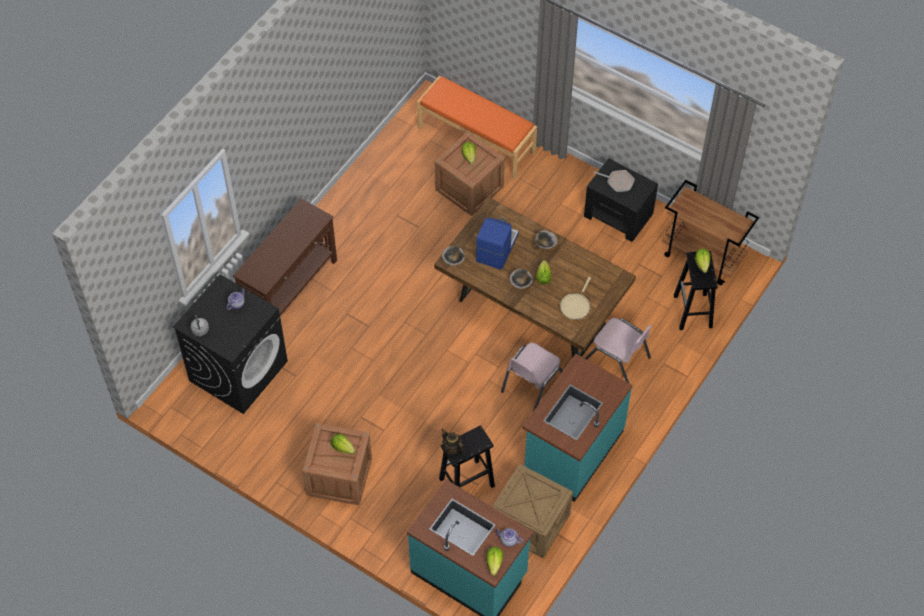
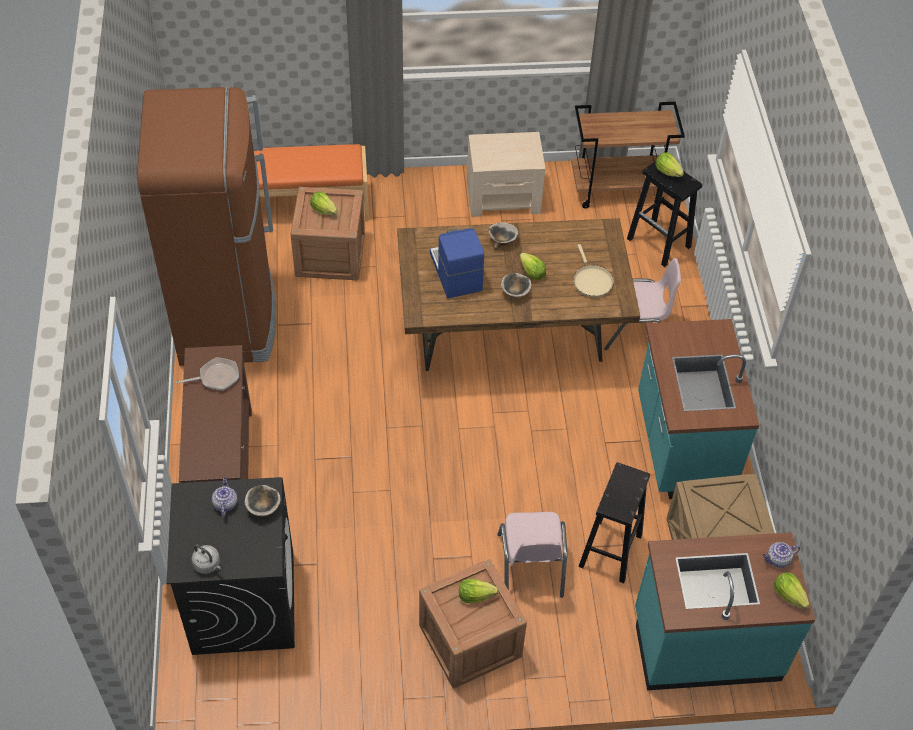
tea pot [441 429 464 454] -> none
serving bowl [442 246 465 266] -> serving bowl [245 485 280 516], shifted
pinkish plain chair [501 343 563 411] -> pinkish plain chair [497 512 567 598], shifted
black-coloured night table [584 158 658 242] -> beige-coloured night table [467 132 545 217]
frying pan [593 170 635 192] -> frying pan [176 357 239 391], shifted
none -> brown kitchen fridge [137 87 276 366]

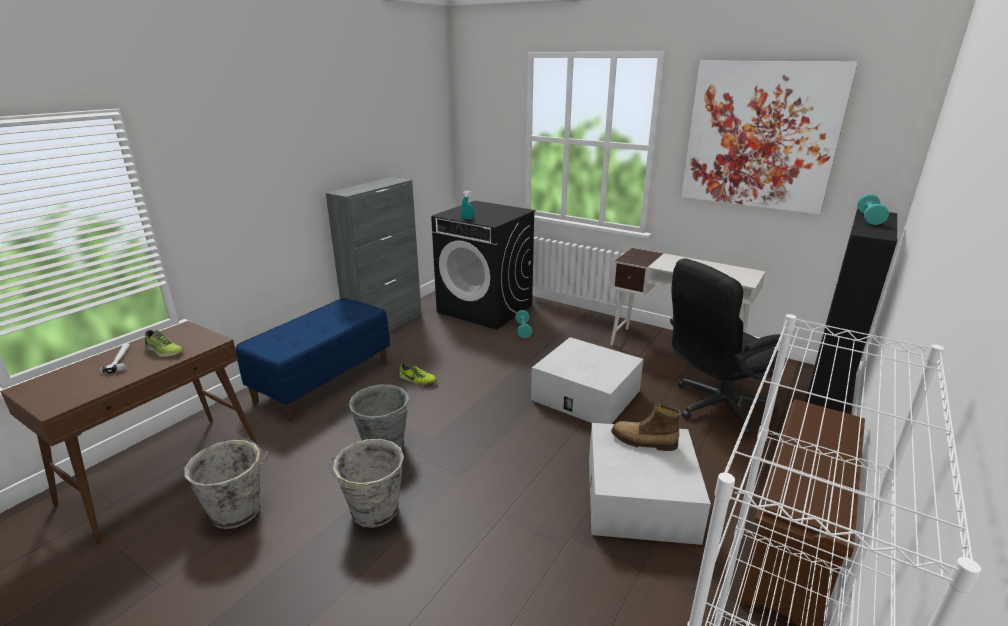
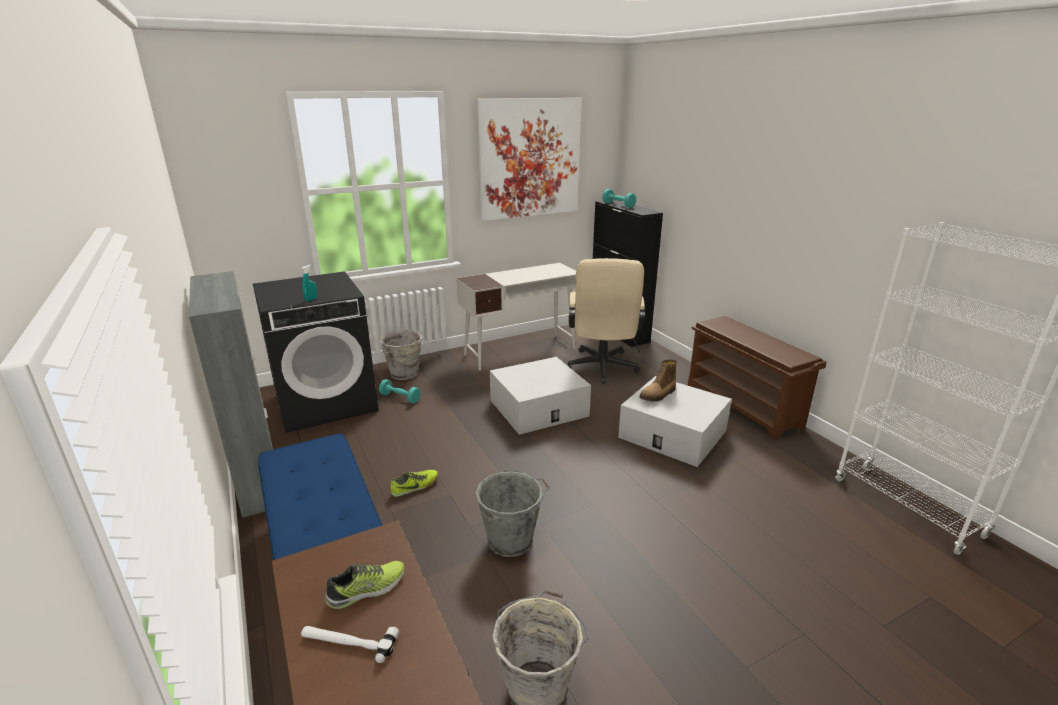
gray bucket [329 439 404 528] -> gray bucket [380 330 424 380], shifted
black-coloured computer chair [670 259 781 434] -> beige-coloured computer chair [566 258 646 383]

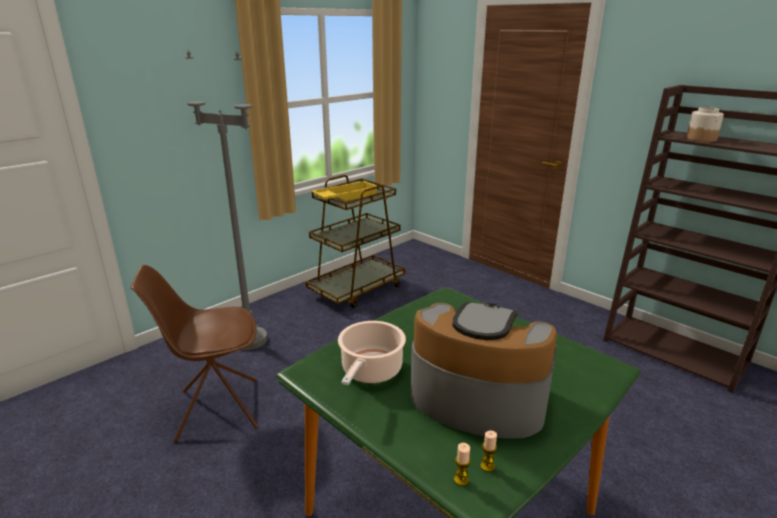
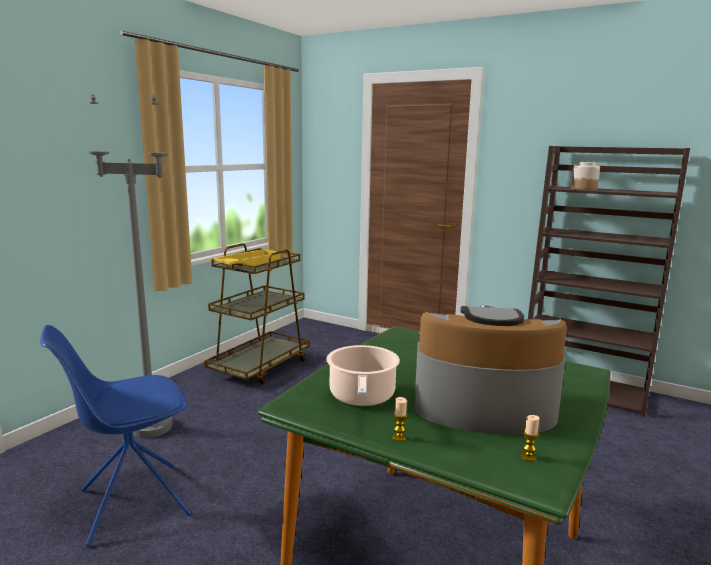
brown plain chair [131 265 259 442] -> bluish plain chair [40 325 192 547]
candle [454 443 471 486] -> candle [392 397 408 442], shifted

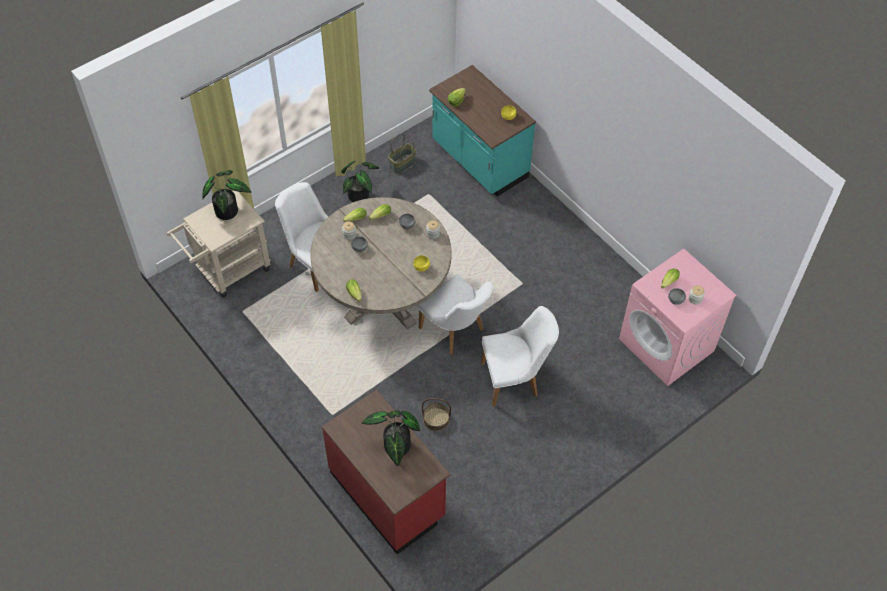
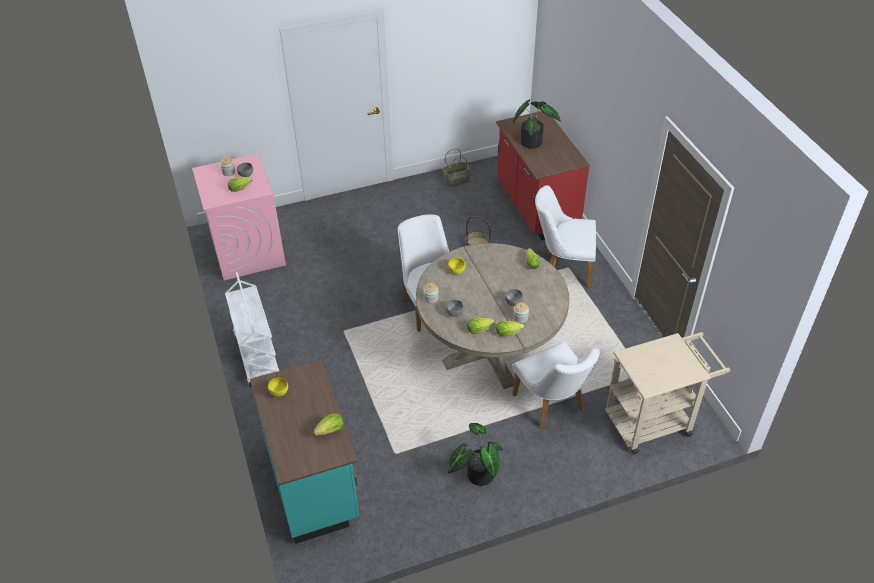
potted plant [203 170 251 220] -> none
household basket [388 134 416 174] -> household basket [442 148 471 187], shifted
white plain chair [481 306 559 407] -> white plain chair [535 185 596 288], shifted
none -> white wheeled cart [225 272 280 387]

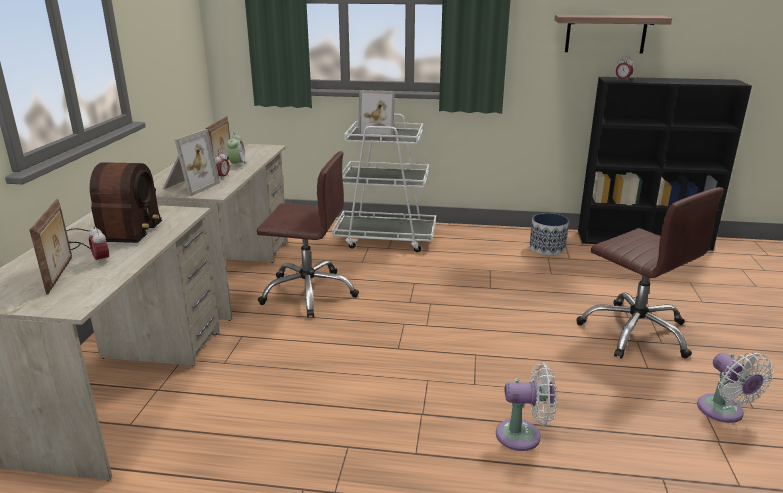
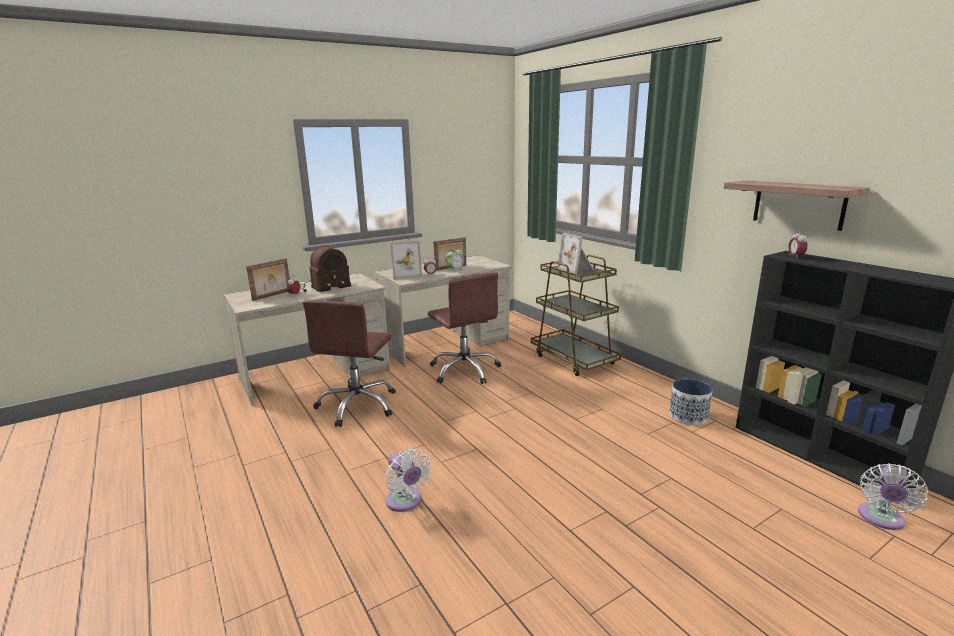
white wheeled cart [332 114 436 252] -> brown wheeled cart [531 255 621 376]
brown computer chair [576 187 724 359] -> brown computer chair [303 300 396 427], shifted
white electric fan [697 353 774 423] -> white electric fan [858 463 929 530], shifted

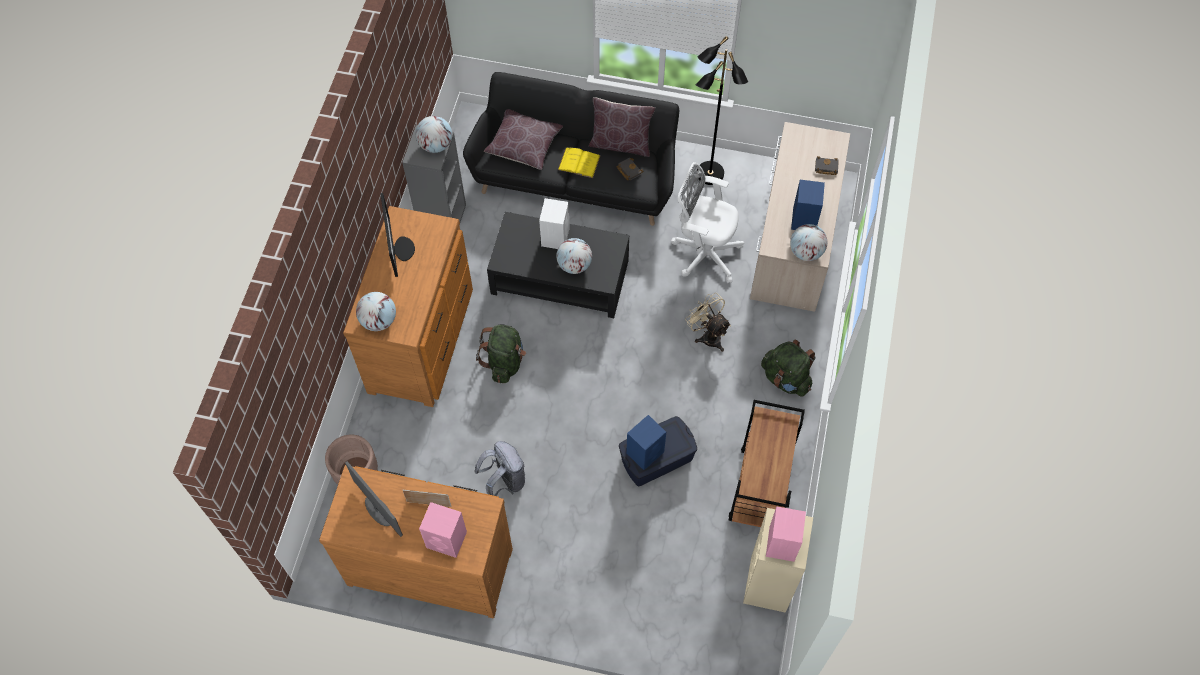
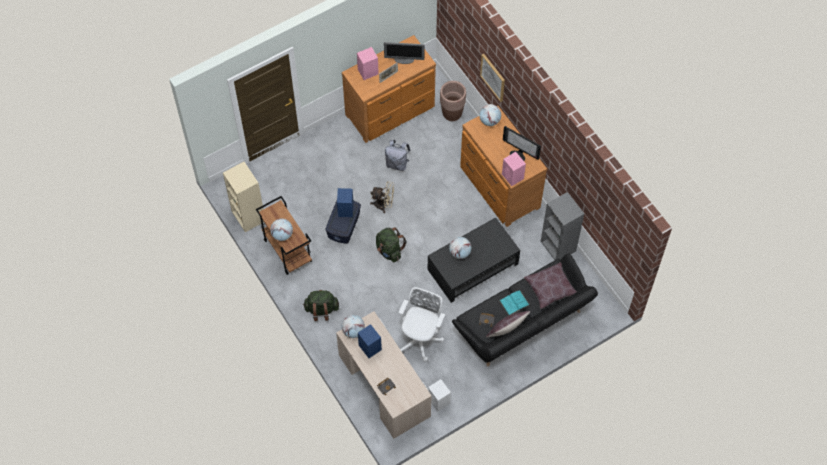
desk globe [416 116 452 153] -> desk globe [270 219 293 241], shifted
green knapsack [476 325 526 383] -> green knapsack [376 227 407 262], shifted
white audio speaker [539 198 570 249] -> white audio speaker [428 379 451 412], shifted
yellowish bound book [558 148 600 178] -> blue-green bound book [500 290 530 315]
white computer chair [671 162 744 283] -> white computer chair [399 287 445 362], 45 degrees counterclockwise
beige-coloured electric fan [685 293 731 352] -> beige-coloured electric fan [370 181 394 213], shifted
black-coloured floor lamp [696 36 748 185] -> none
pinkish audio speaker [766 506 806 562] -> pinkish audio speaker [502 152 526 186], shifted
none -> wall art [480 54 505 102]

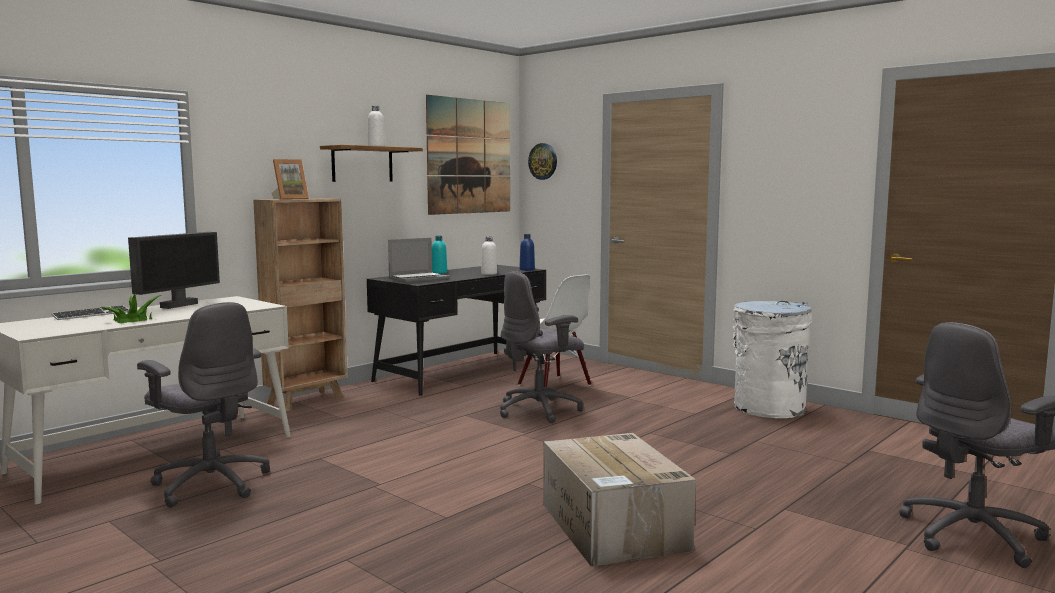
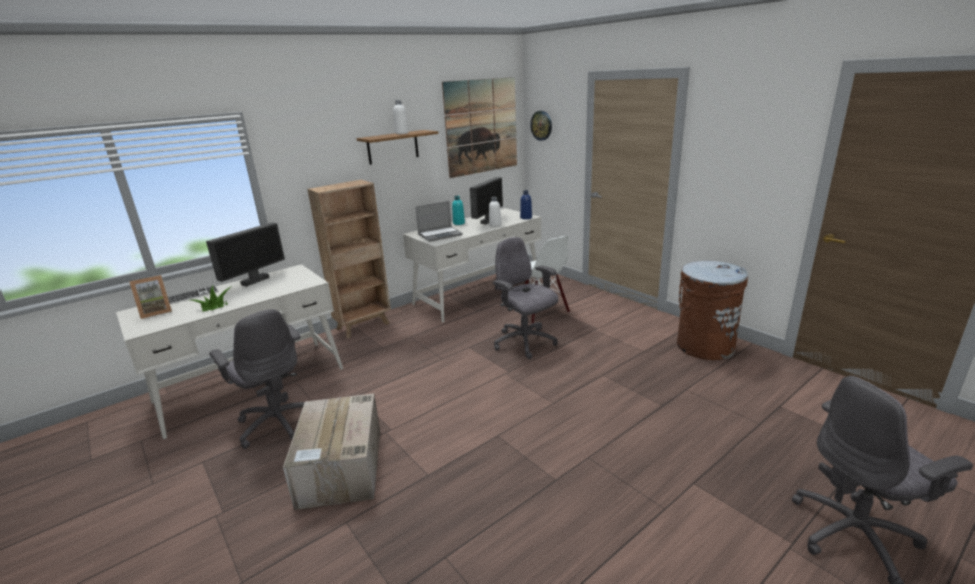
photo frame [272 159 309 200] -> photo frame [129 275 172 319], shifted
black-coloured desk [367 265 546 396] -> white desk [403 208 541 322]
gray computer chair [500 271 584 423] -> gray computer chair [493 237 558 359], 75 degrees clockwise
carton [543 433 696 567] -> carton [283 394 380 510], shifted
white rubbish bin [733 300 812 418] -> brown rubbish bin [677 261 748 360]
none -> monitor [470 177 503 224]

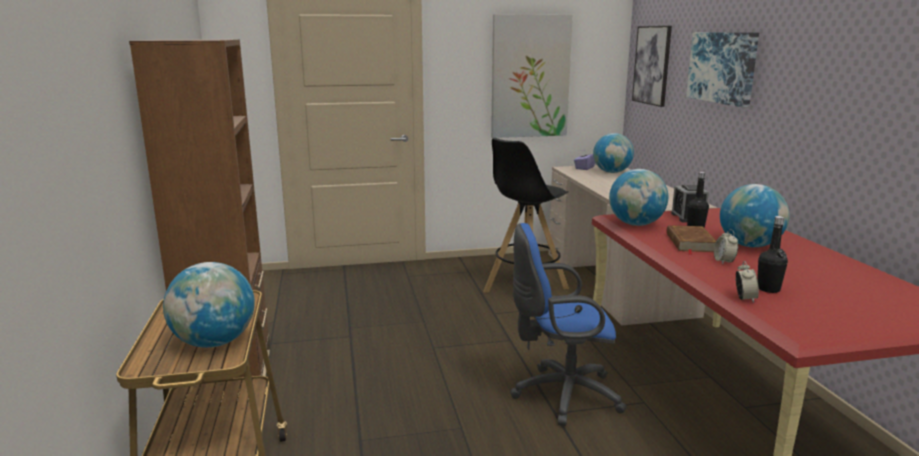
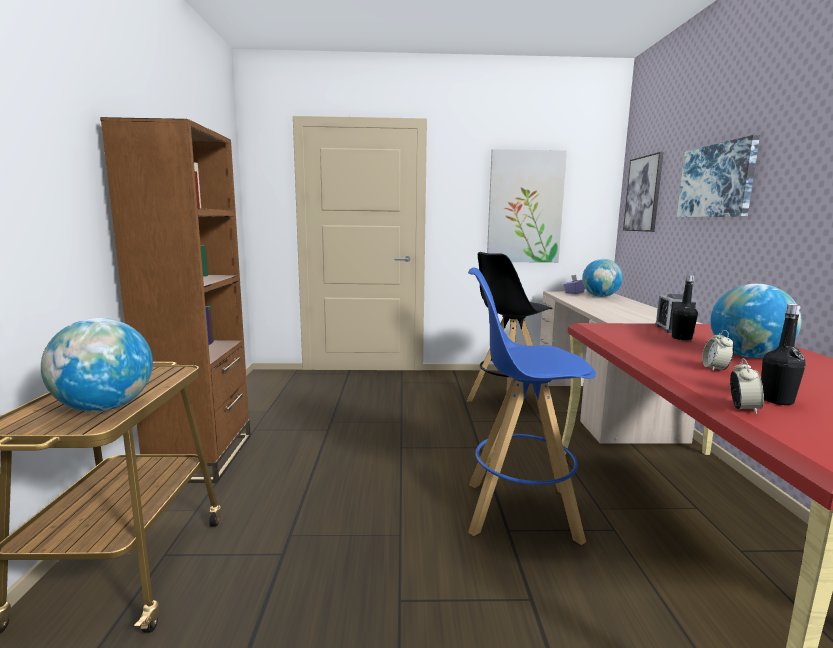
bluish computer chair [510 223 627 426] -> bluish stool [468 268 596 545]
desk globe [609 169 668 226] -> none
brown bound book [667 225 716 255] -> none

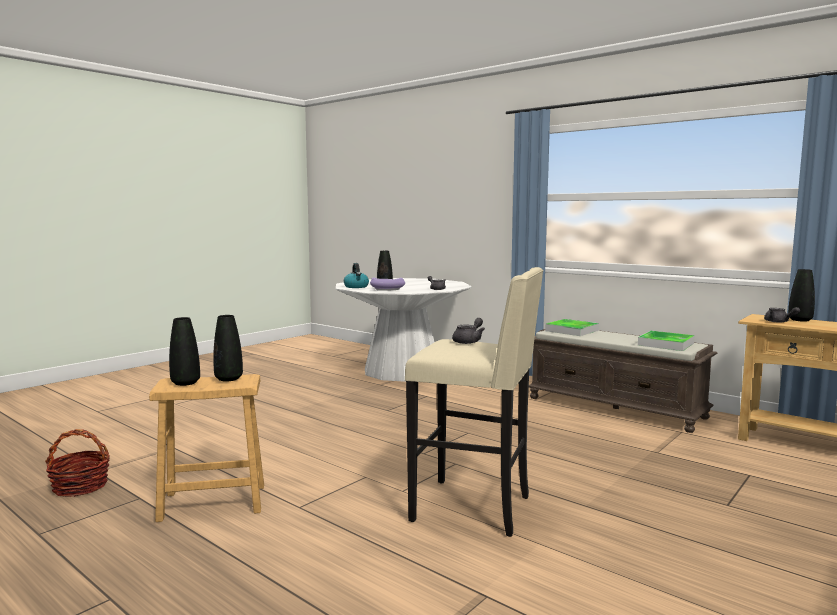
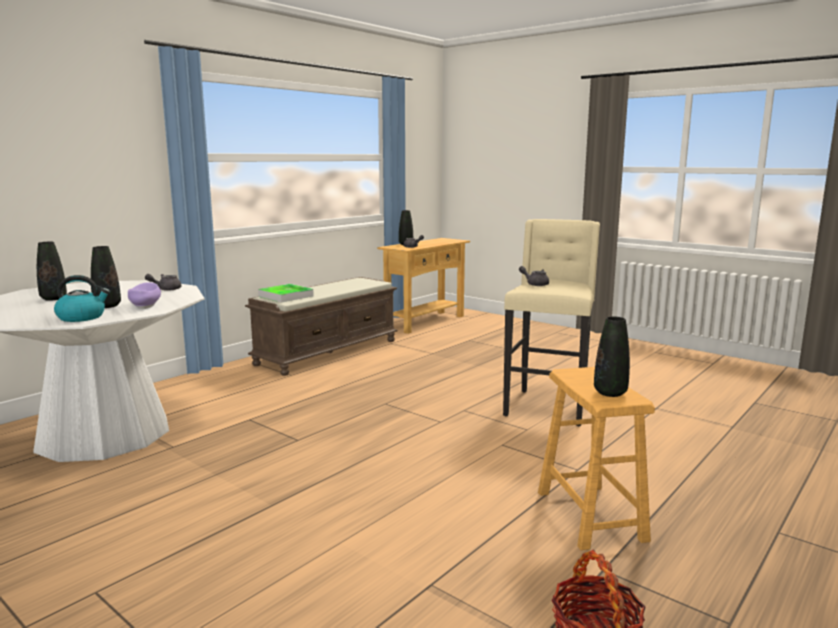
black-coloured flower vase [213 315 243 381] -> black-coloured flower vase [37 242 67 301], shifted
tray [638 331 695 351] -> none

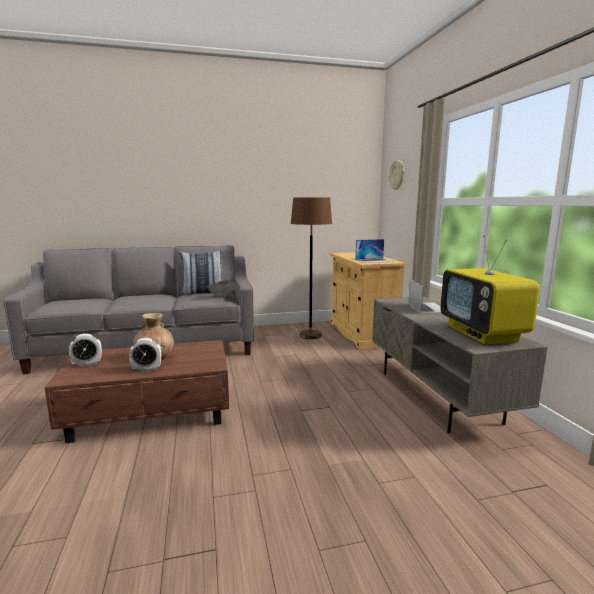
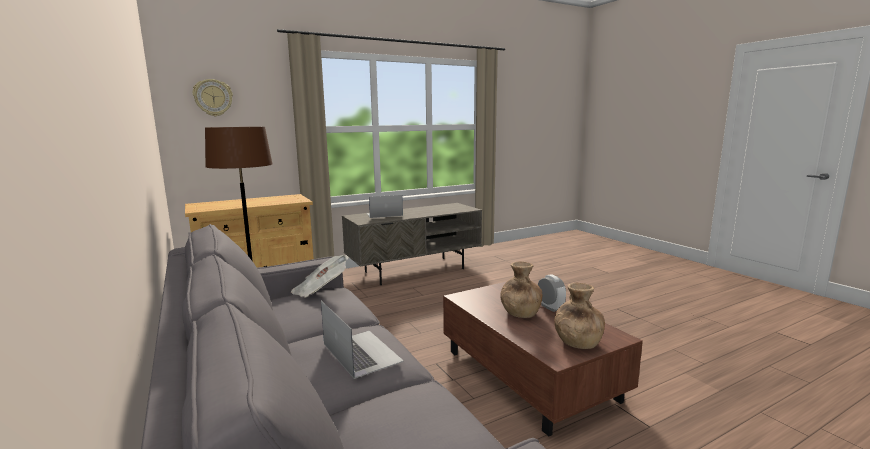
alarm clock [69 334 102 367] -> brown flower vase [554 283 605 349]
pillow [179 250 223 296] -> none
laptop [355 239 394 263] -> laptop [321 301 404 379], shifted
television [440 235 540 344] -> none

